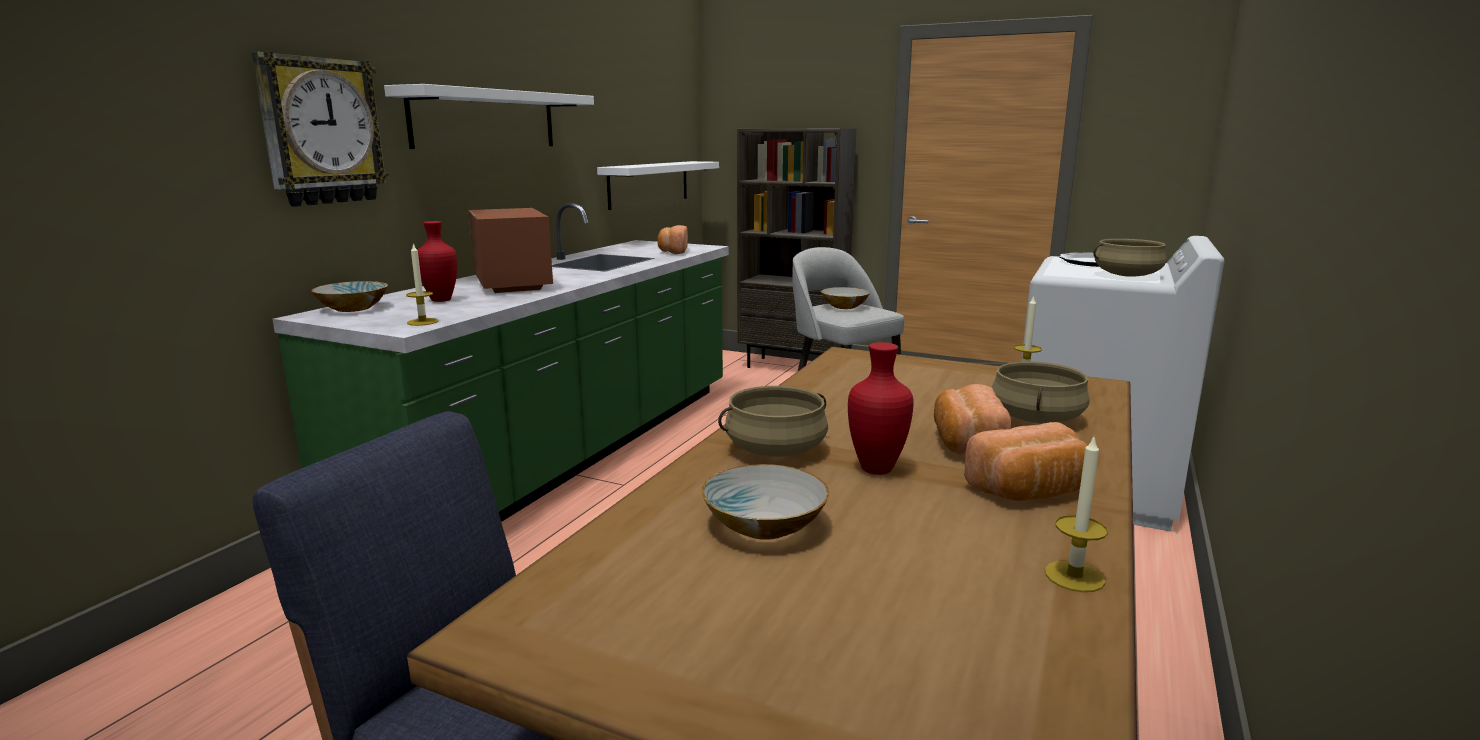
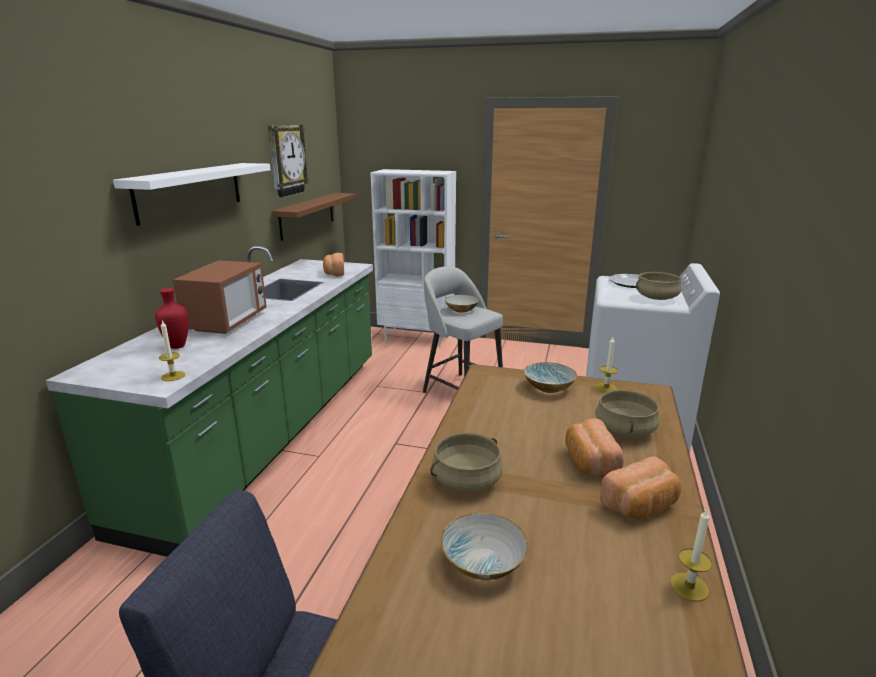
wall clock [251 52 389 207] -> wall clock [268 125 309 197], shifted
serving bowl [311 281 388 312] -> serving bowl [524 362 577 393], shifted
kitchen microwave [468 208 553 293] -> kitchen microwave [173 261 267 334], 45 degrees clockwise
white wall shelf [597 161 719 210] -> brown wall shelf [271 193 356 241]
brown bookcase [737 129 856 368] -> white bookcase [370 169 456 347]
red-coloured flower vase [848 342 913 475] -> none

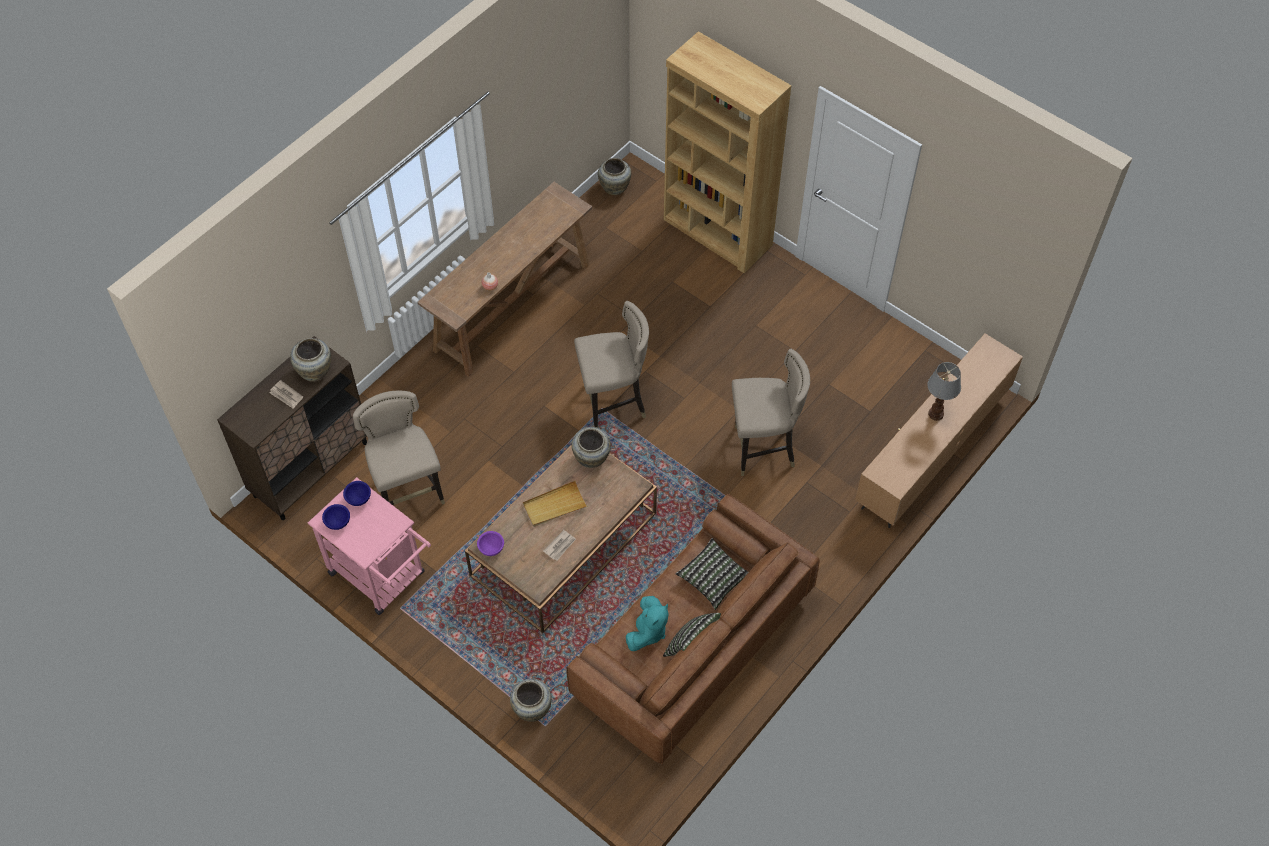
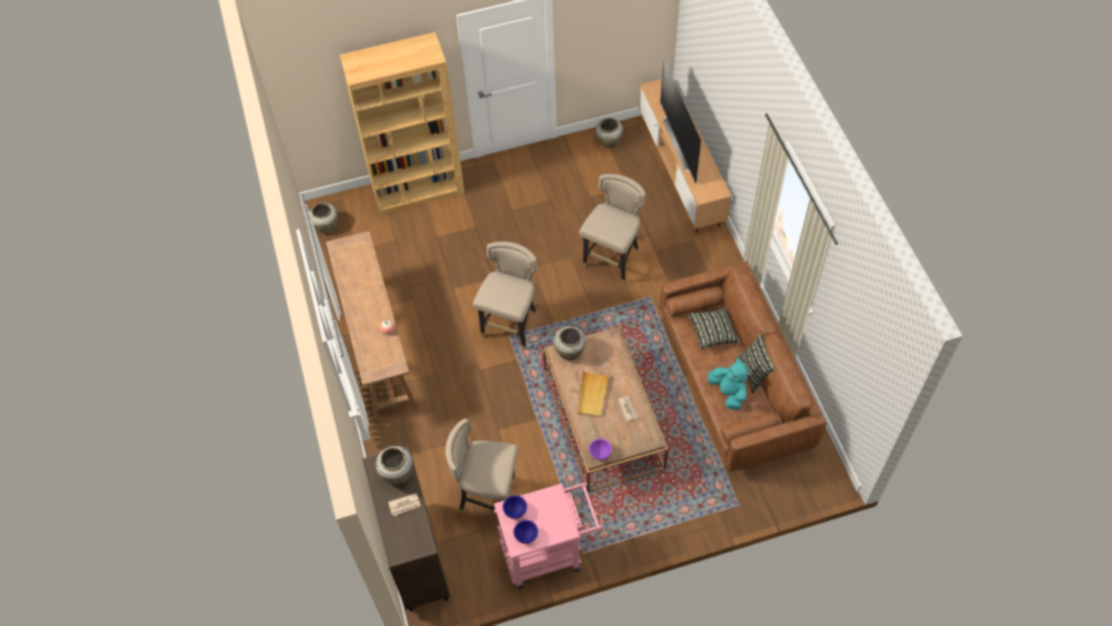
beige-coloured flower vase [510 679 552 722] -> beige-coloured flower vase [596 118 623 148], shifted
tabletop lamp [927 362 961 421] -> television [660 58 701 184]

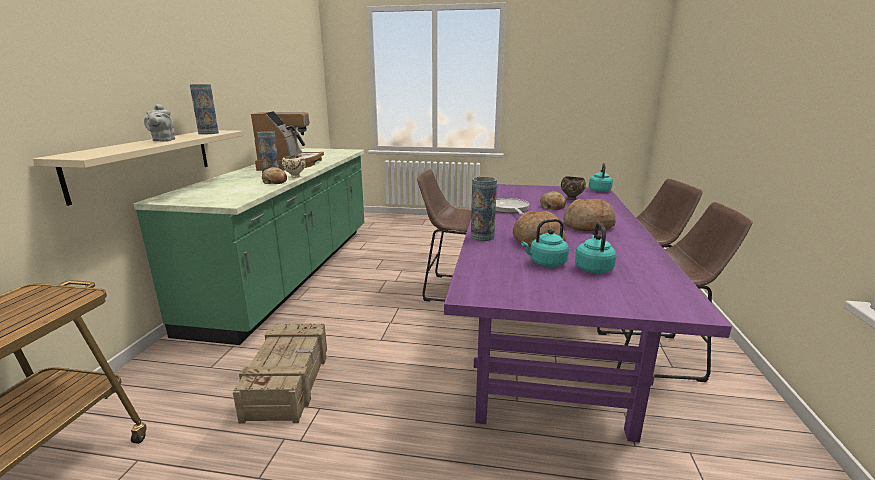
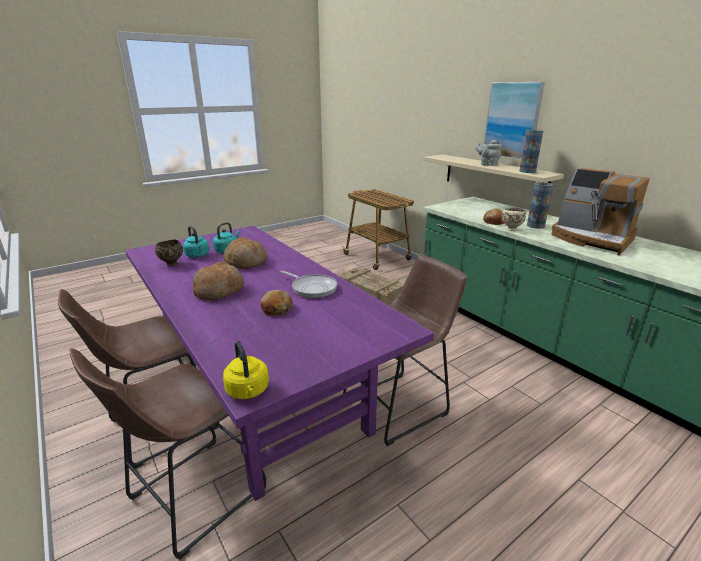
flower vase [471 177 497 241] -> none
brown serving bowl [561 176 586 200] -> brown serving bowl [155 240 183 266], shifted
blue-green kettle [589 163 613 192] -> yellowish kettle [223 341 269 399]
none -> wall art [484 82 545 158]

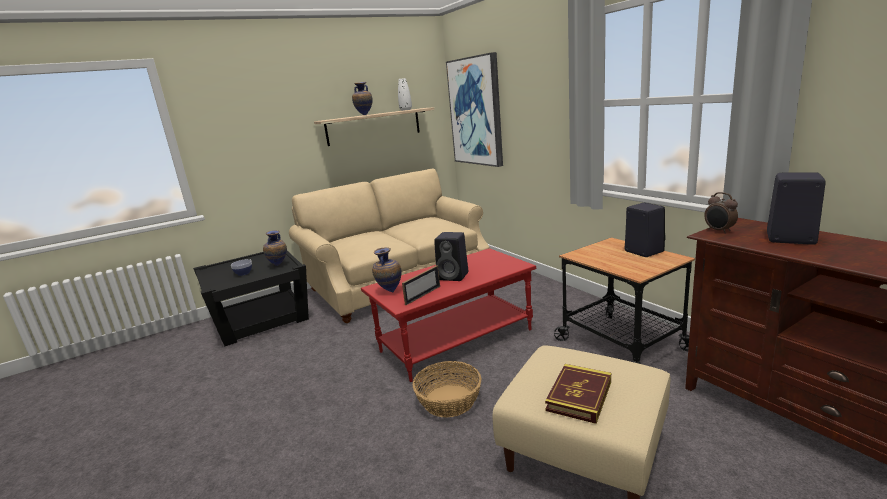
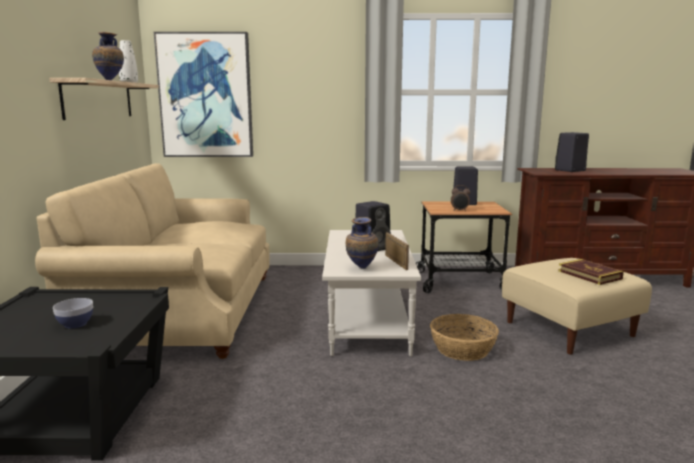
flower vase [263 230 287 266] -> none
red-coloured low table [361 248 536 382] -> white low table [322 230 421 356]
alarm clock [704 192 738 234] -> alarm clock [451 185 470 211], shifted

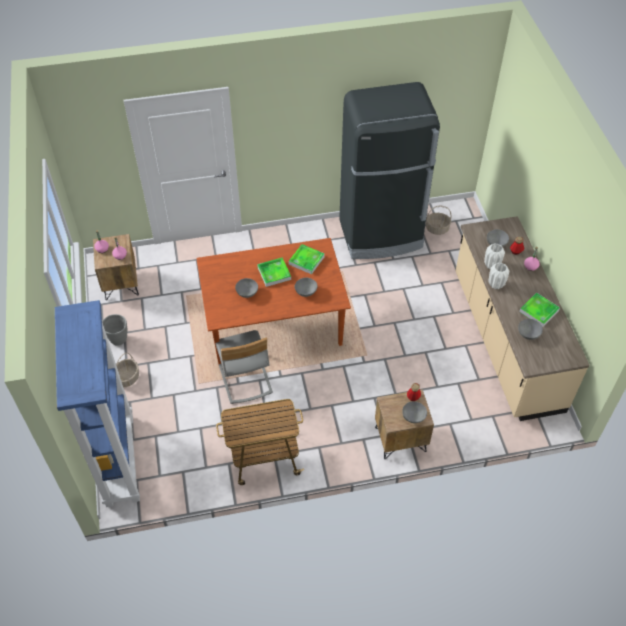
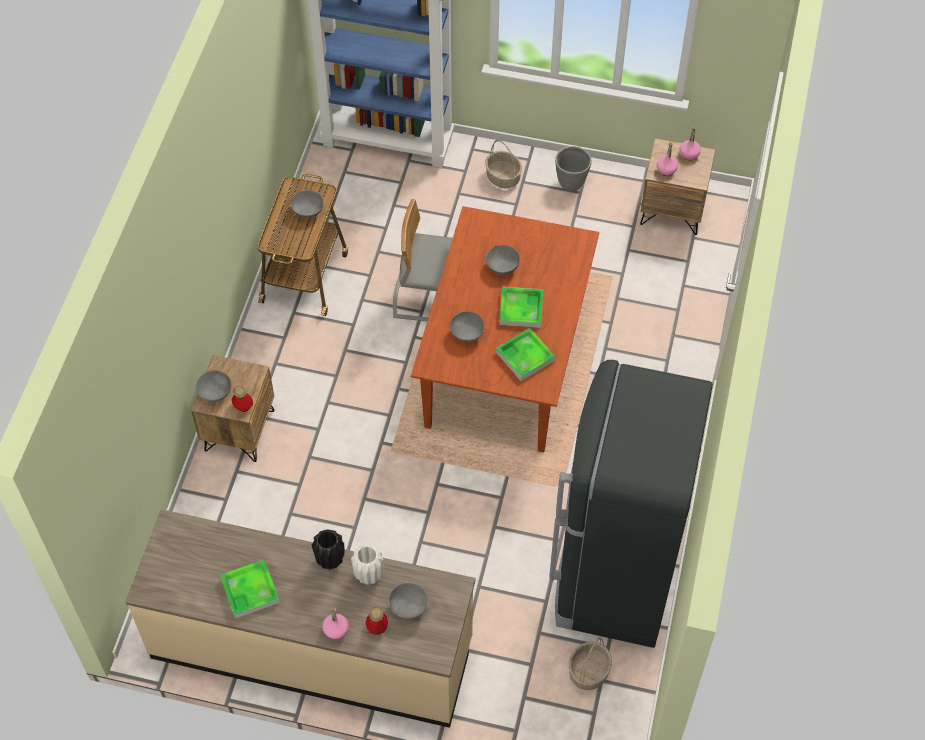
white flower vase [488 263 509 289] -> black-coloured flower vase [312 529 344 569]
gray serving bowl [518 319 543 340] -> gray serving bowl [291 190 324 218], shifted

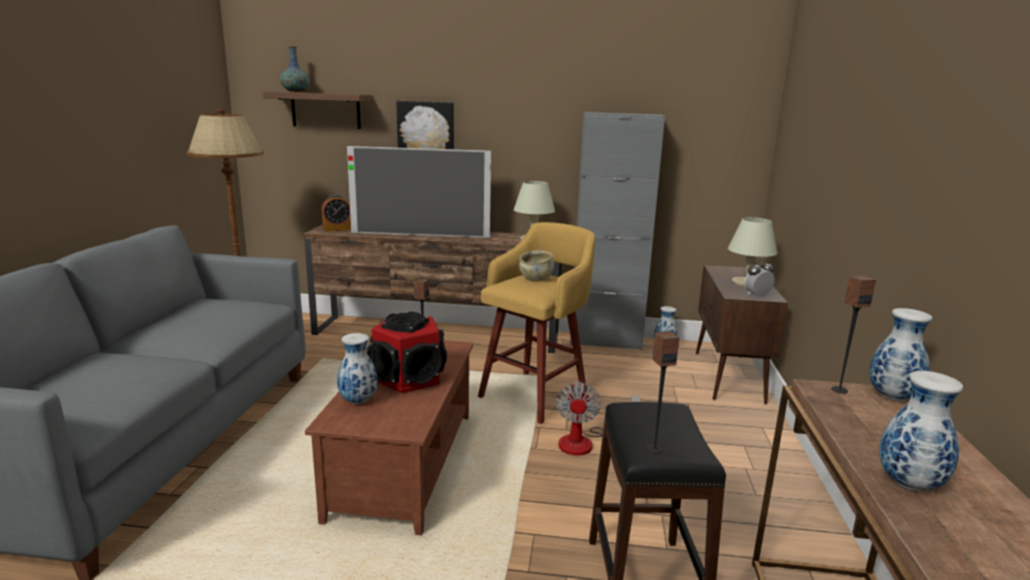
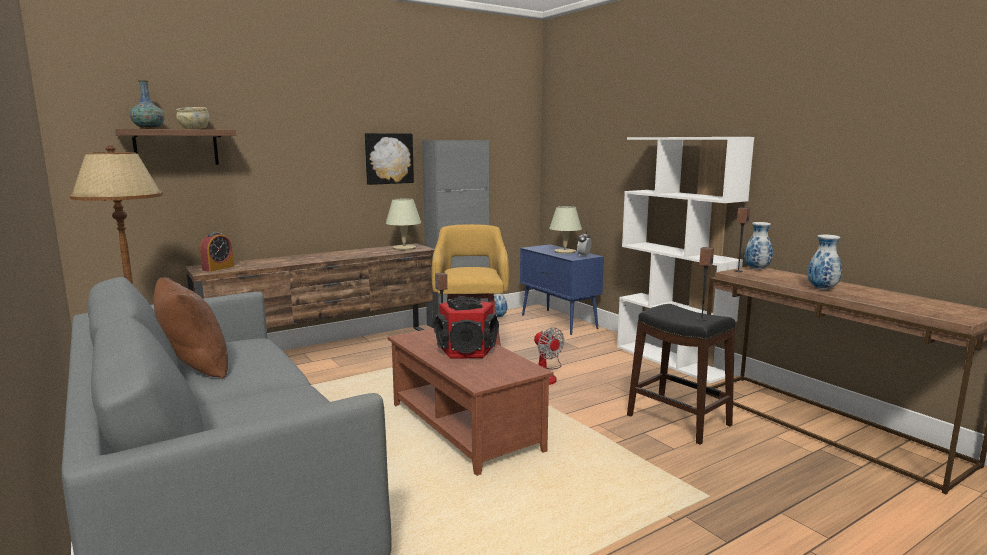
flower vase [337 333 378 404] -> none
television [347 146 491 238] -> none
wall art [396 101 454 149] -> wall art [365 133 414 185], shifted
beige-coloured serving bowl [519 250 554 282] -> beige-coloured serving bowl [176 107 209 129], shifted
brown storage cabinet [696 265 788 404] -> bluish storage cabinet [520 244 604 335]
none -> brown pillow [154 277 228 380]
none -> white bookcase [617 137 754 383]

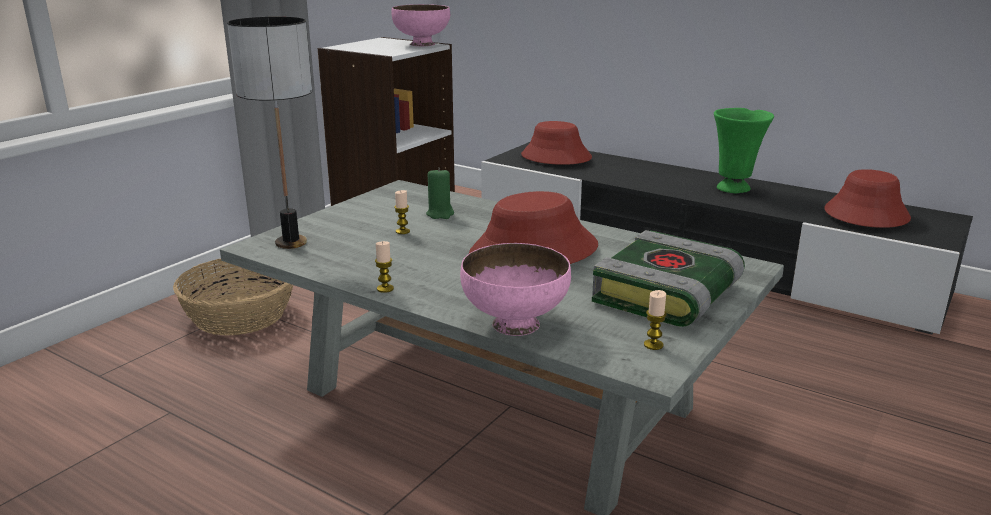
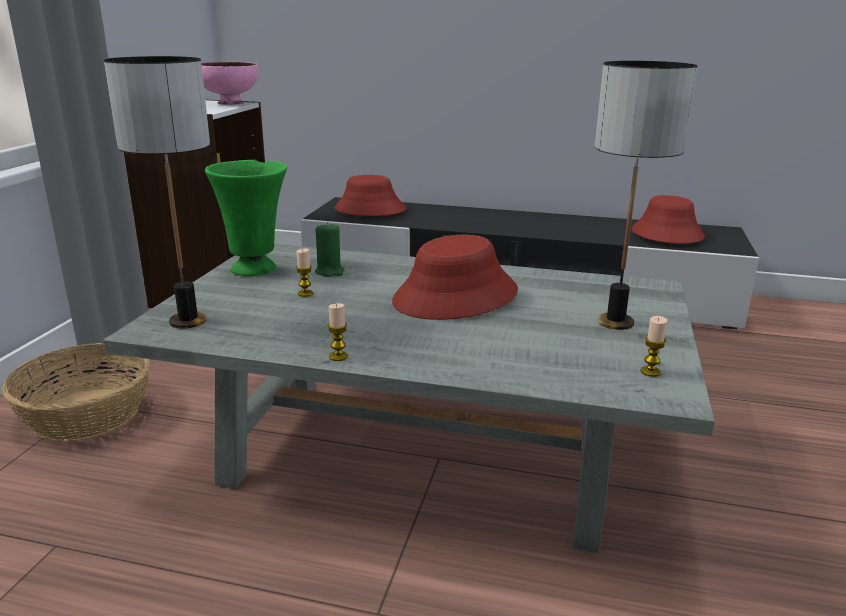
pinkish serving bowl [460 243 571 336] -> none
bound book [592 230 745 327] -> tabletop lamp [595 61 697 330]
green flower vase [714 108 774 193] -> green flower vase [205 160 287 276], shifted

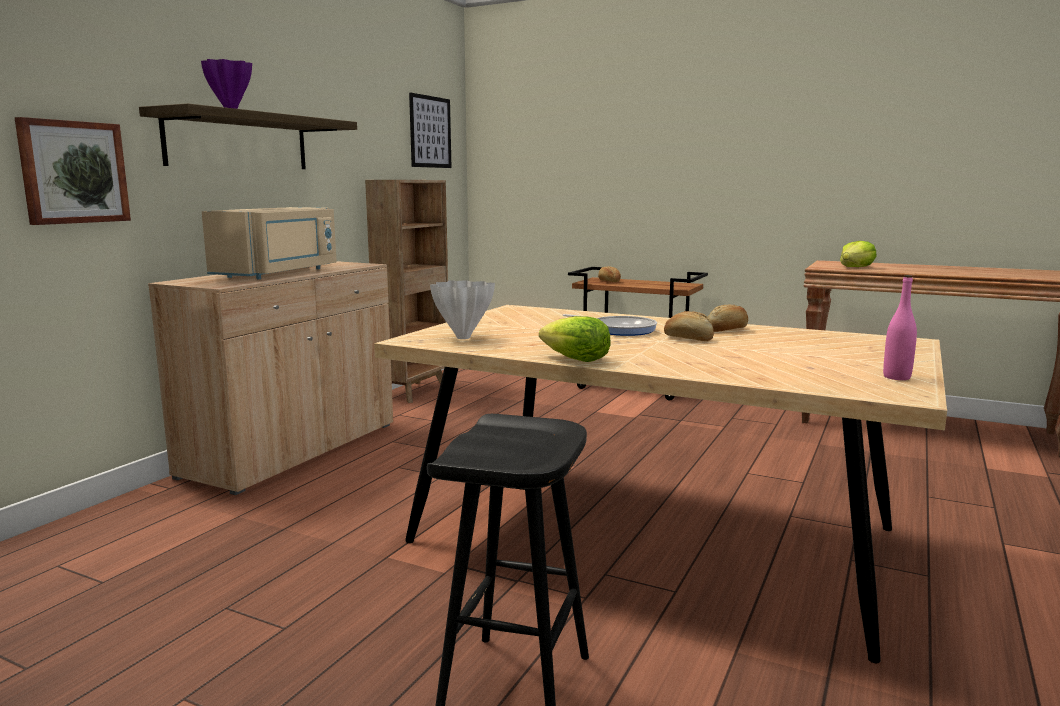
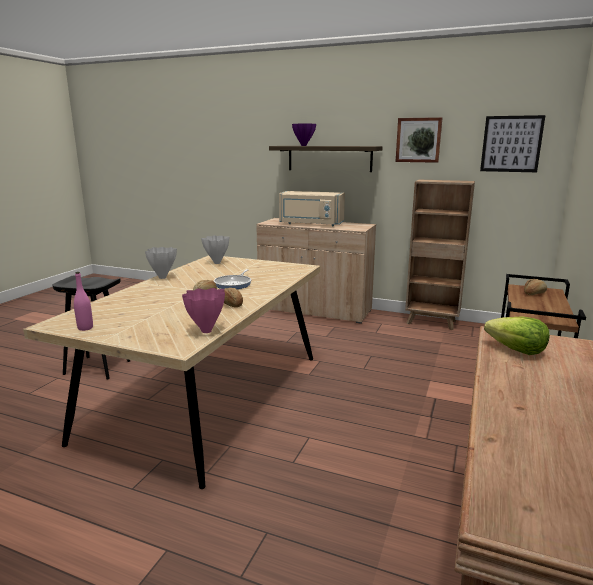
wall art [14 117 131 225] -> wall art [396 117 443 163], shifted
lettuce [539 316 611 362] -> white flower vase [145 247 177 279]
none -> pinkish flower vase [182 288 225 333]

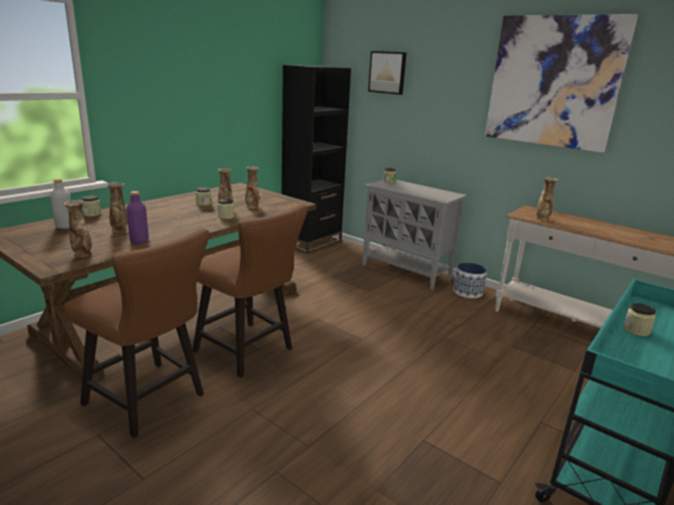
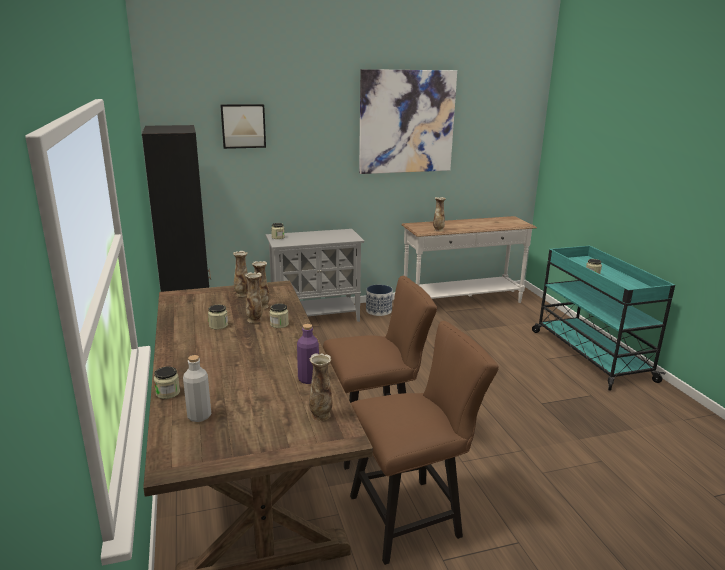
flower vase [107 182 128 233] -> flower vase [233 251 248 297], shifted

